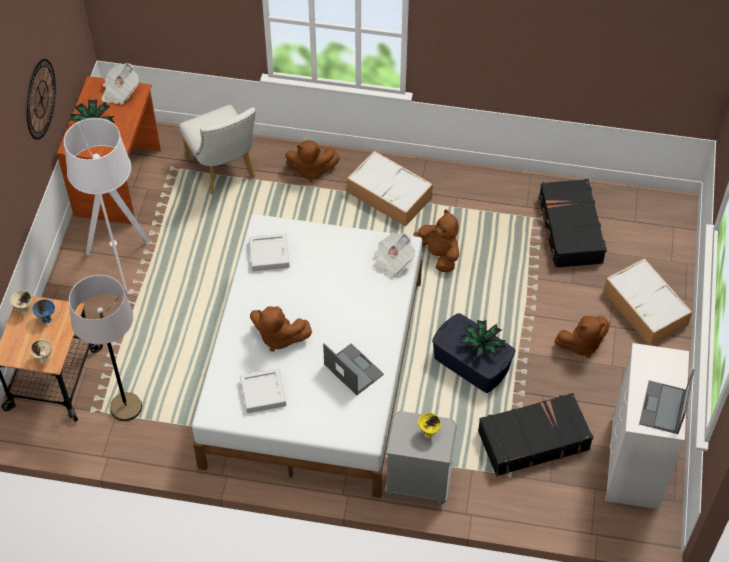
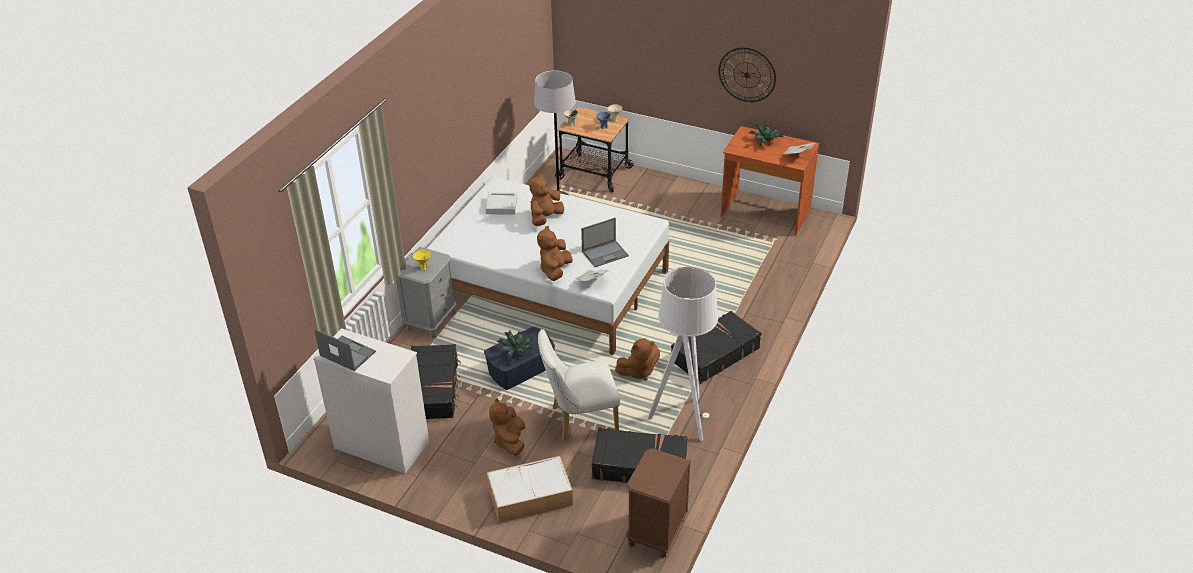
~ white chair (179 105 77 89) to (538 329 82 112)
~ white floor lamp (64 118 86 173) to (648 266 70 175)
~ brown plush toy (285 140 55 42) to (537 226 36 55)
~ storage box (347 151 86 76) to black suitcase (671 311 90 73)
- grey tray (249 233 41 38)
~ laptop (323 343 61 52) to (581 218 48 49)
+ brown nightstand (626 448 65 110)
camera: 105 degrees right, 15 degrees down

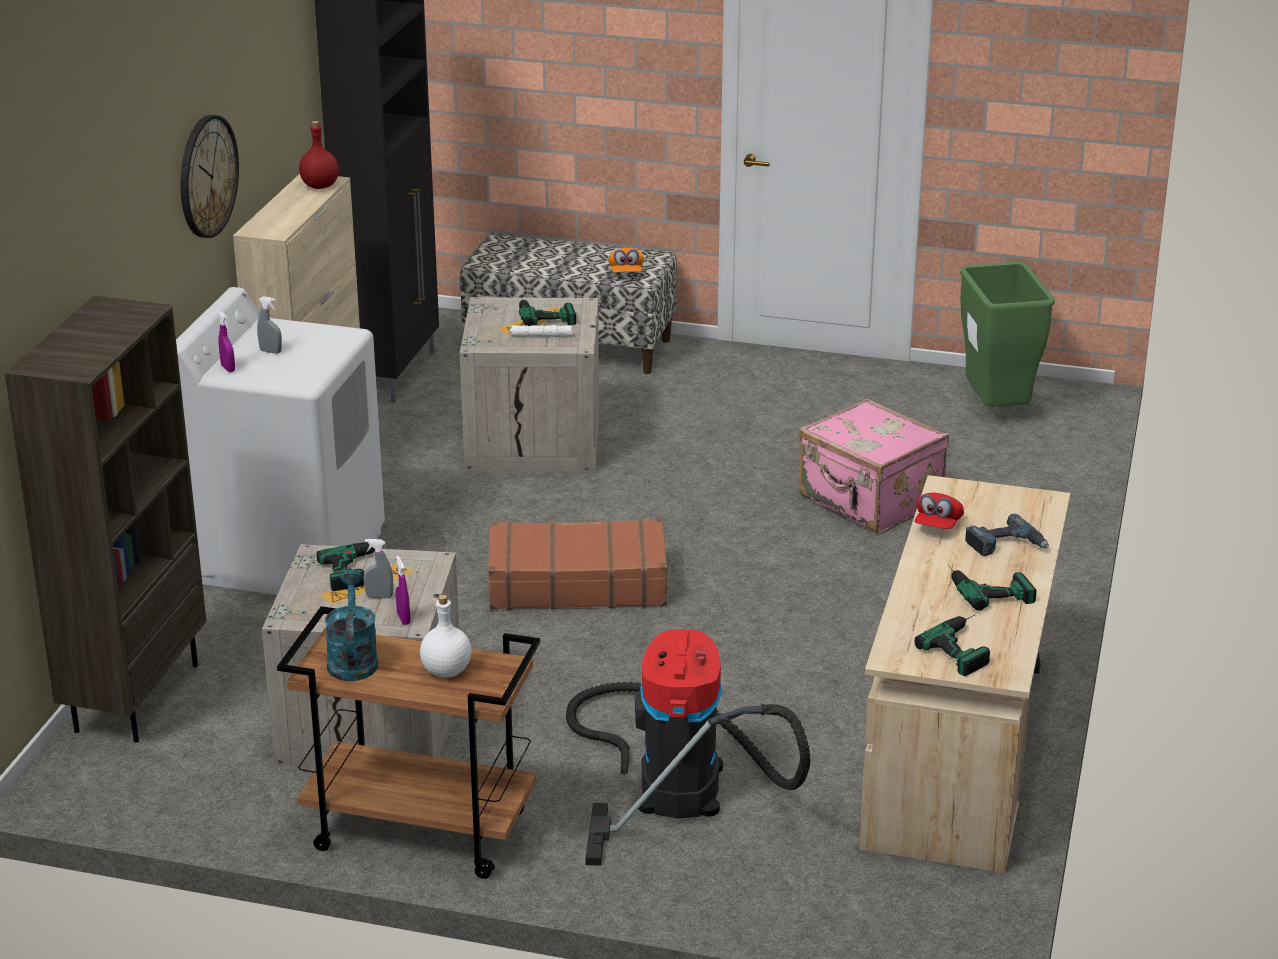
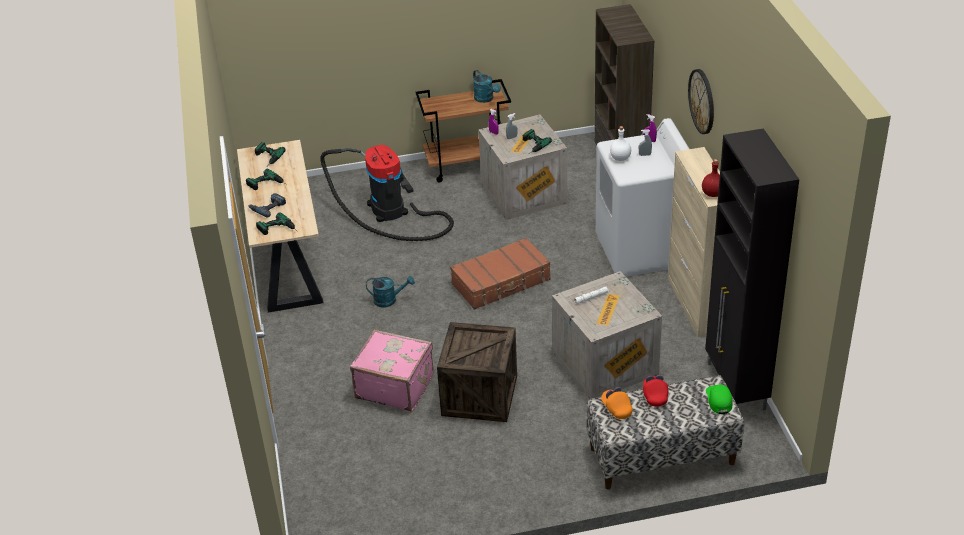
- green trash can (960 262 95 145)
~ power drill (519 297 57 29) to (256 212 41 23)
~ red cap (914 493 50 36) to (643 375 25 32)
~ white bottle (420 595 51 83) to (610 126 21 35)
+ turquoise watering can (366 276 49 31)
+ crate (437 322 80 100)
+ green cap (706 385 26 29)
camera: 155 degrees right, 10 degrees up

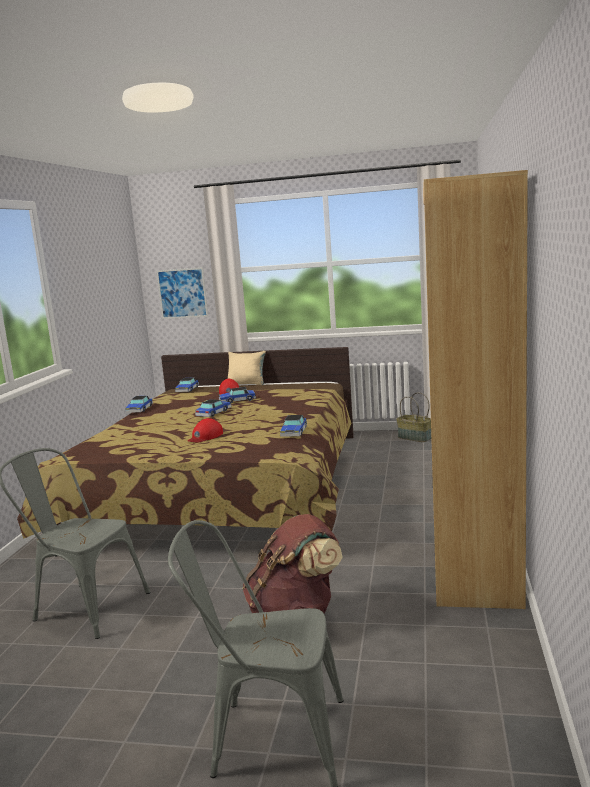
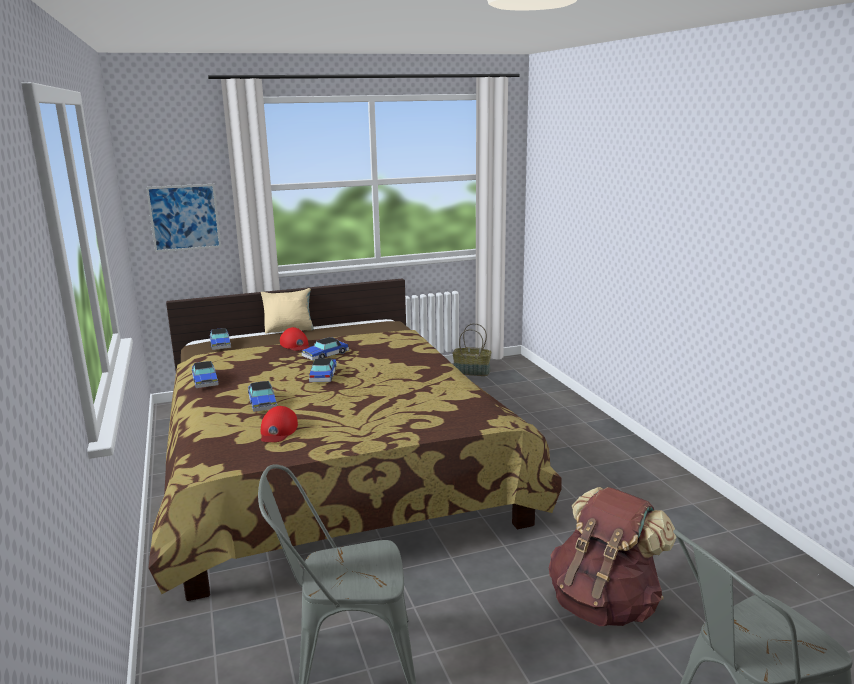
- brown bookcase (423 170 105 439)
~ toy car (280 415 27 22) to (248 381 29 31)
~ red cap (188 418 35 24) to (261 406 37 36)
camera: 30 degrees left, 5 degrees up

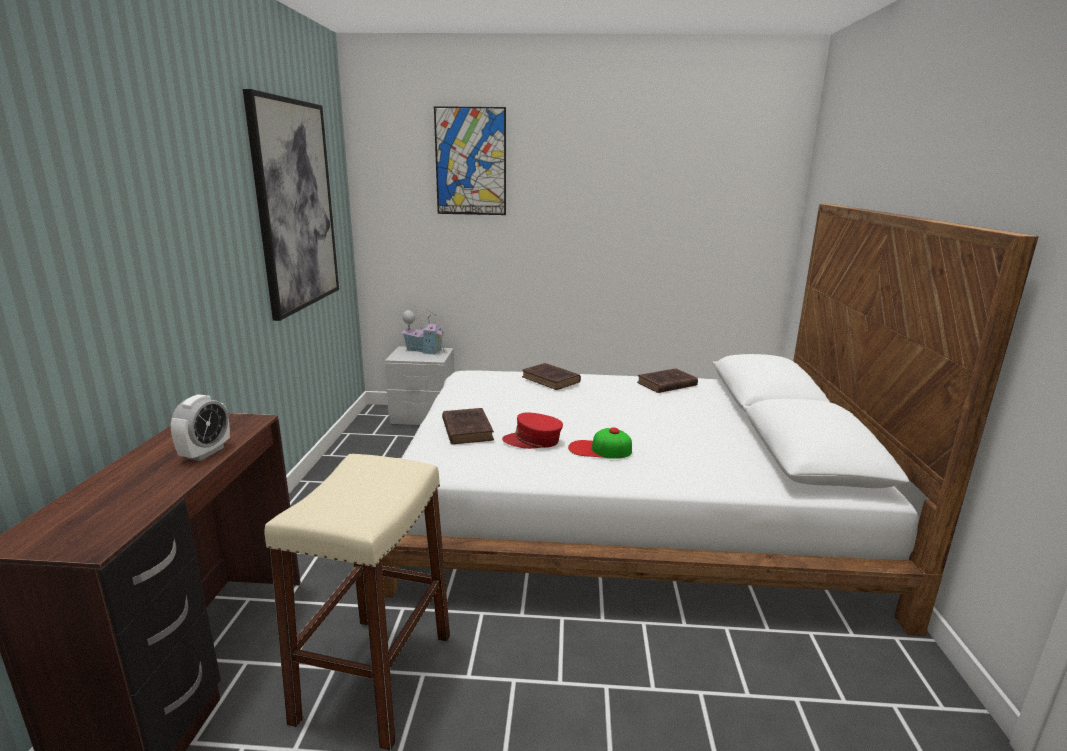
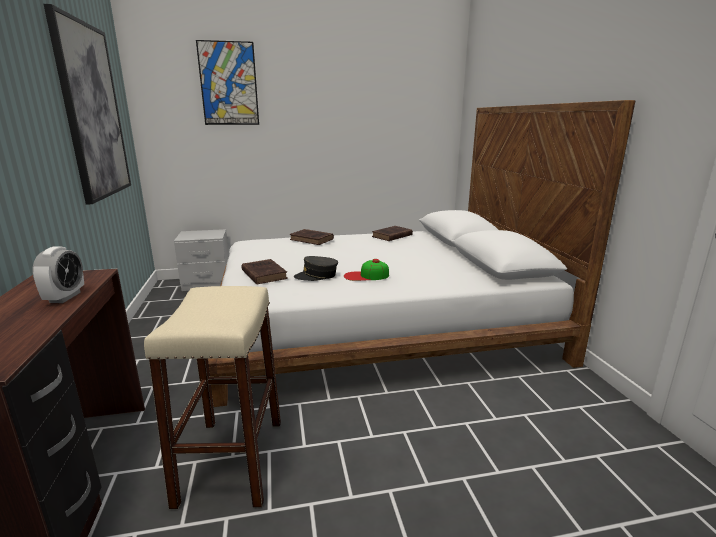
- toy house (401 309 45 46)
~ red cap (502 413 61 36) to grey cap (294 256 44 25)
camera: 15 degrees left, 0 degrees up

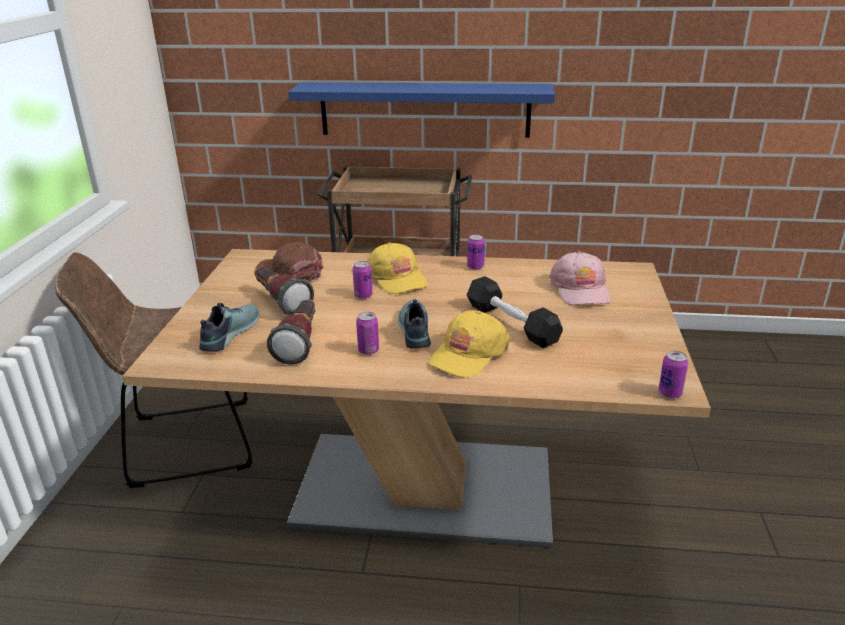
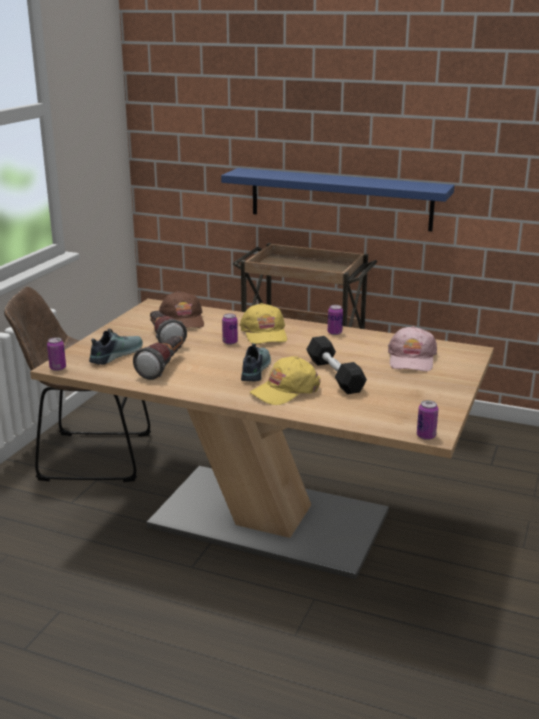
~ brown cap (255 242 68 40) = (159 291 45 37) 150 degrees counterclockwise
~ can (356 312 23 43) to (47 337 19 34)
camera: 15 degrees right, 5 degrees down

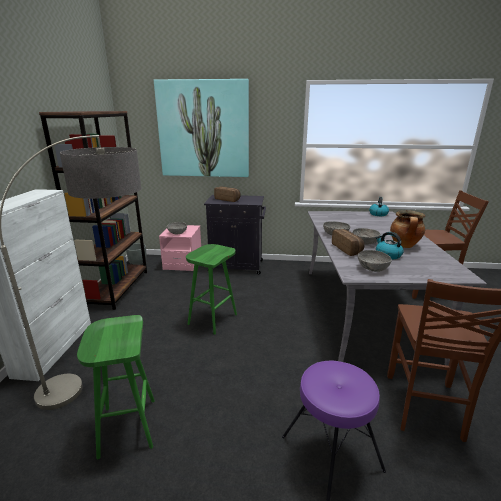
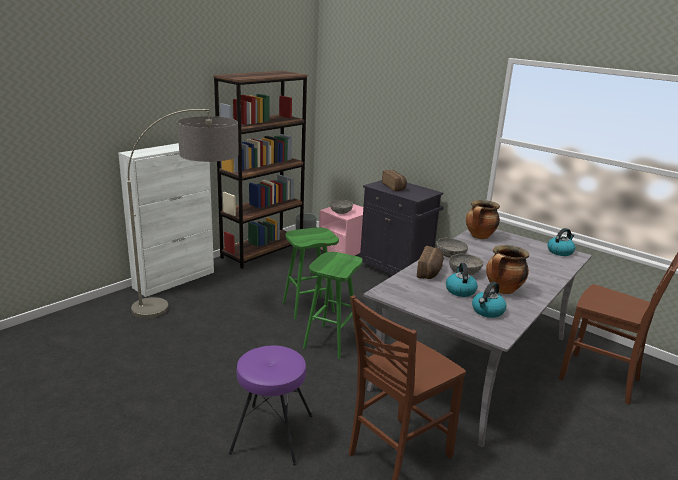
- picture (154 79 95 98)
- grey bowl (358 250 34 22)
~ green stool (77 315 78 144) to (303 252 60 107)
+ cooking pot (466 200 34 39)
+ kettle (472 282 35 36)
camera: 35 degrees right, 0 degrees up

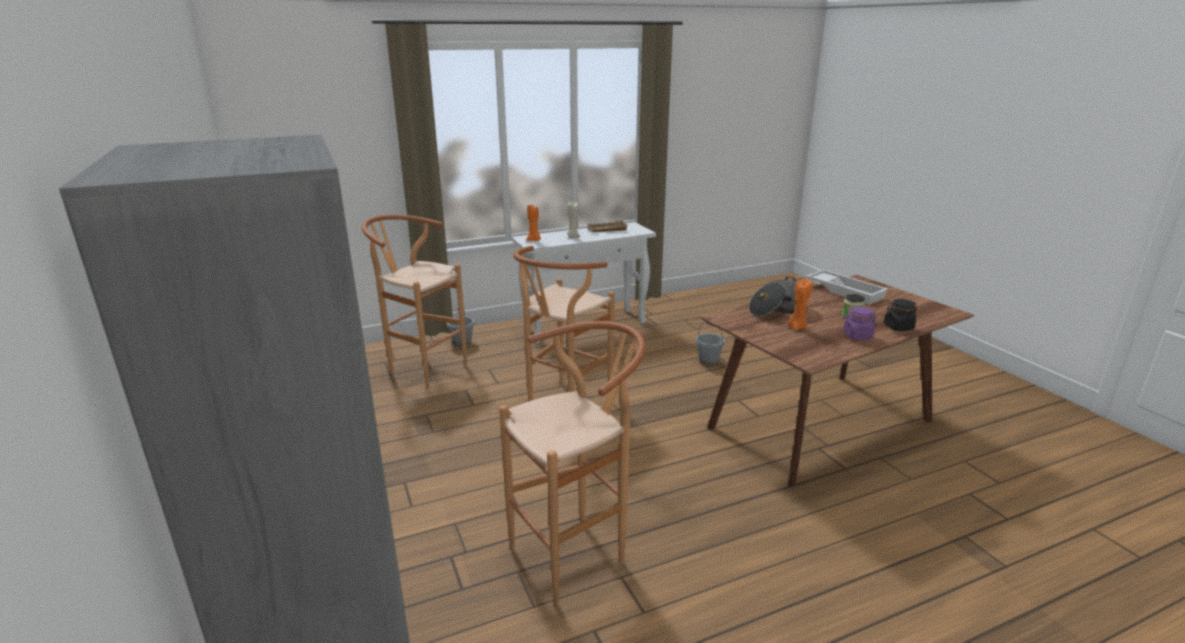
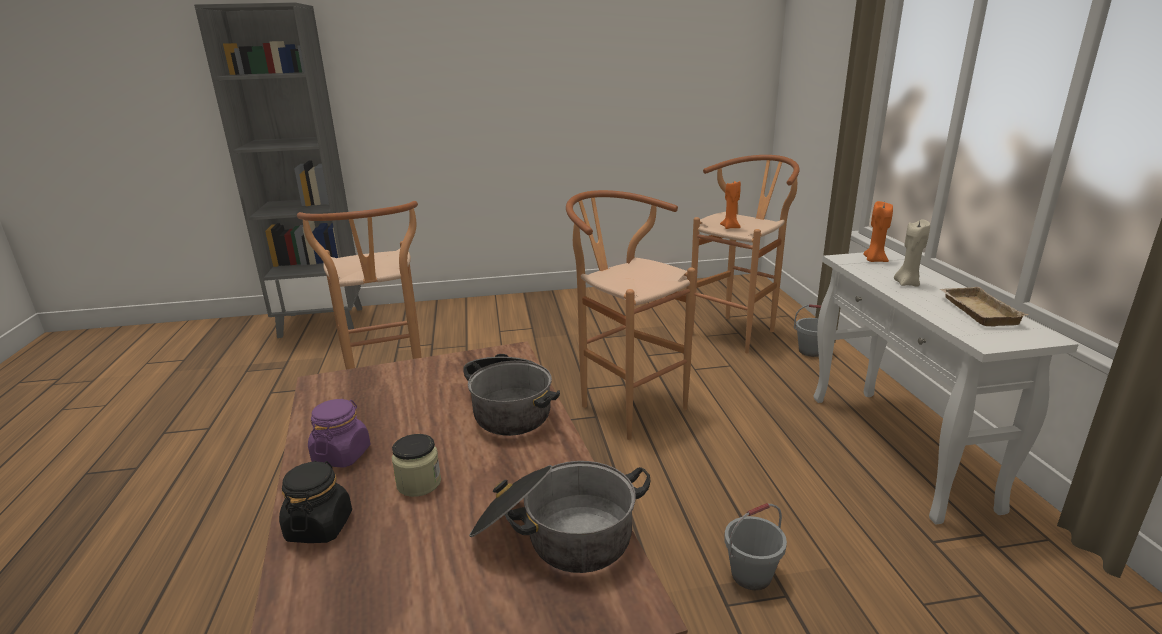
~ white tray (806 270 82 35) to cooking pot (469 461 181 112)
~ orange candle (788 278 24 52) to (720 179 21 50)
camera: 105 degrees right, 0 degrees up

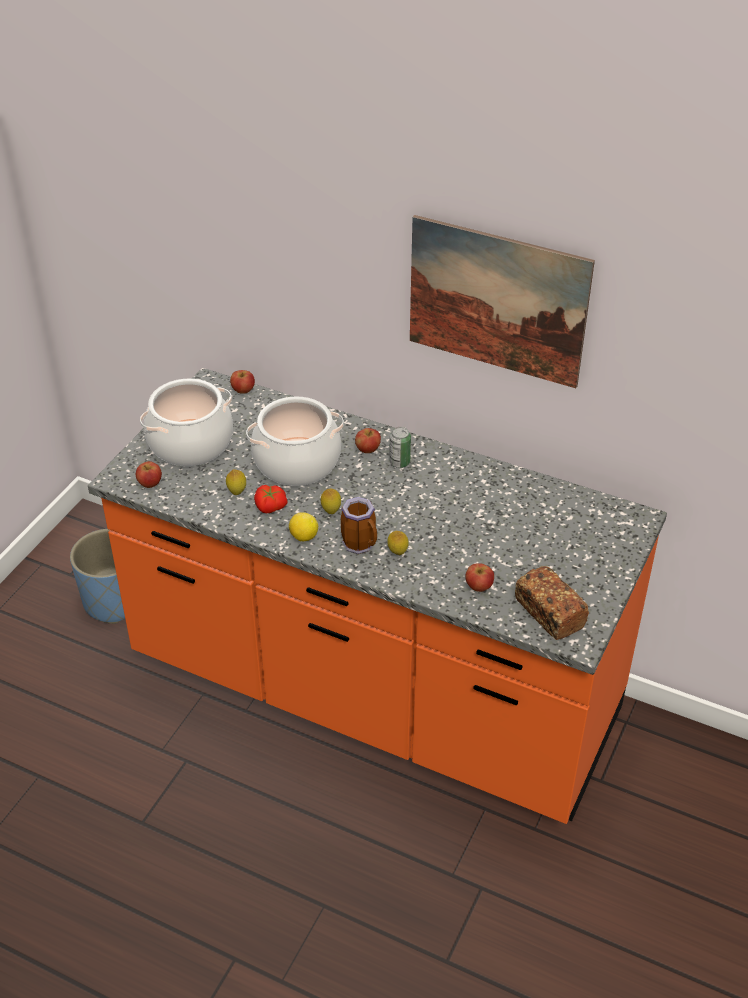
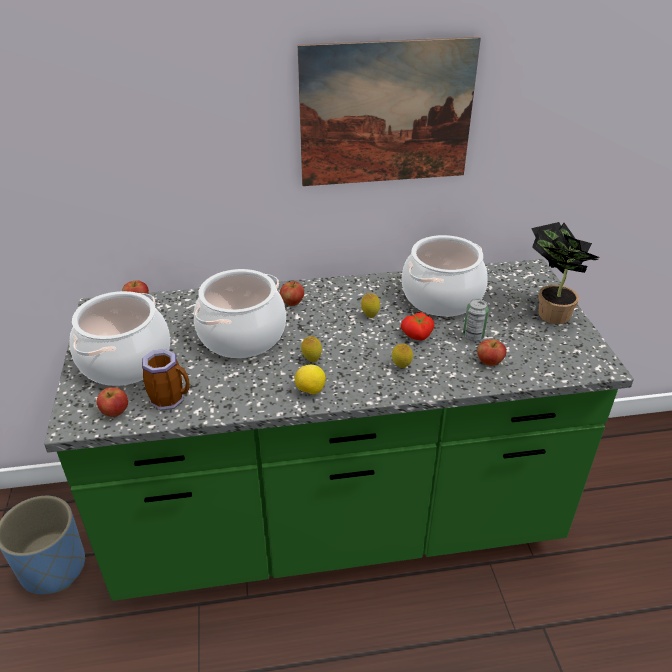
~ orange counter (88 368 579 456) to green counter (44 259 590 342)
~ can (389 427 22 41) to (463 299 26 42)
~ lemon (226 469 20 26) to (361 293 19 25)
~ tomato (254 485 34 28) to (401 312 33 29)
~ mug (341 497 36 57) to (142 349 48 62)
- bread (515 566 74 74)
+ potted plant (531 222 69 102)
+ cooking pot (402 235 85 82)
camera: 35 degrees left, 5 degrees down

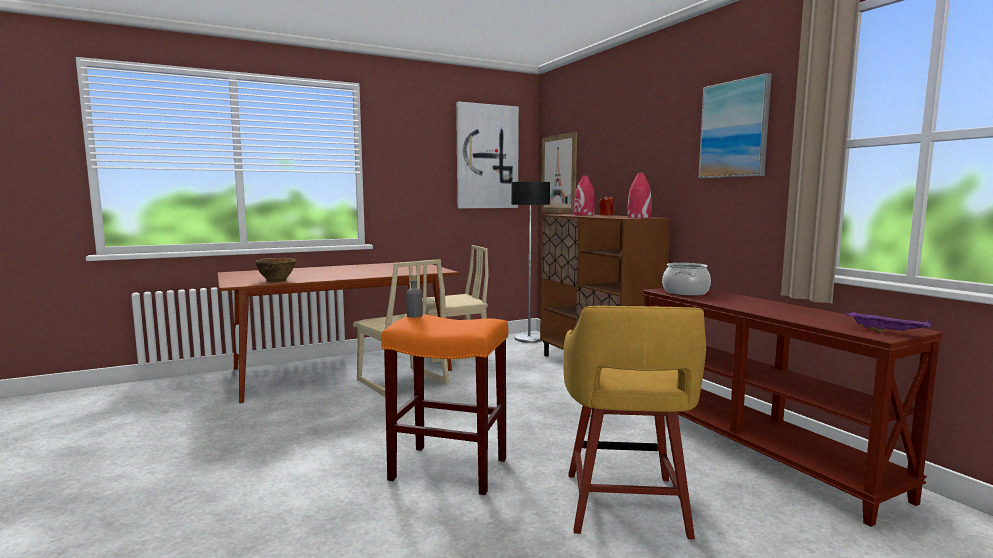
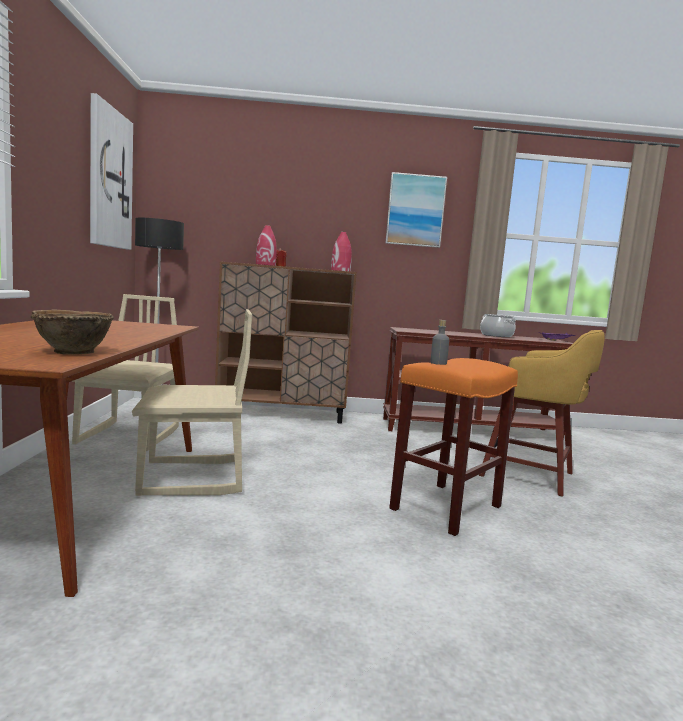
- picture (541 132 36 82)
~ cooking pot (662 263 49 33) to (480 314 36 23)
camera: 65 degrees left, 0 degrees up

